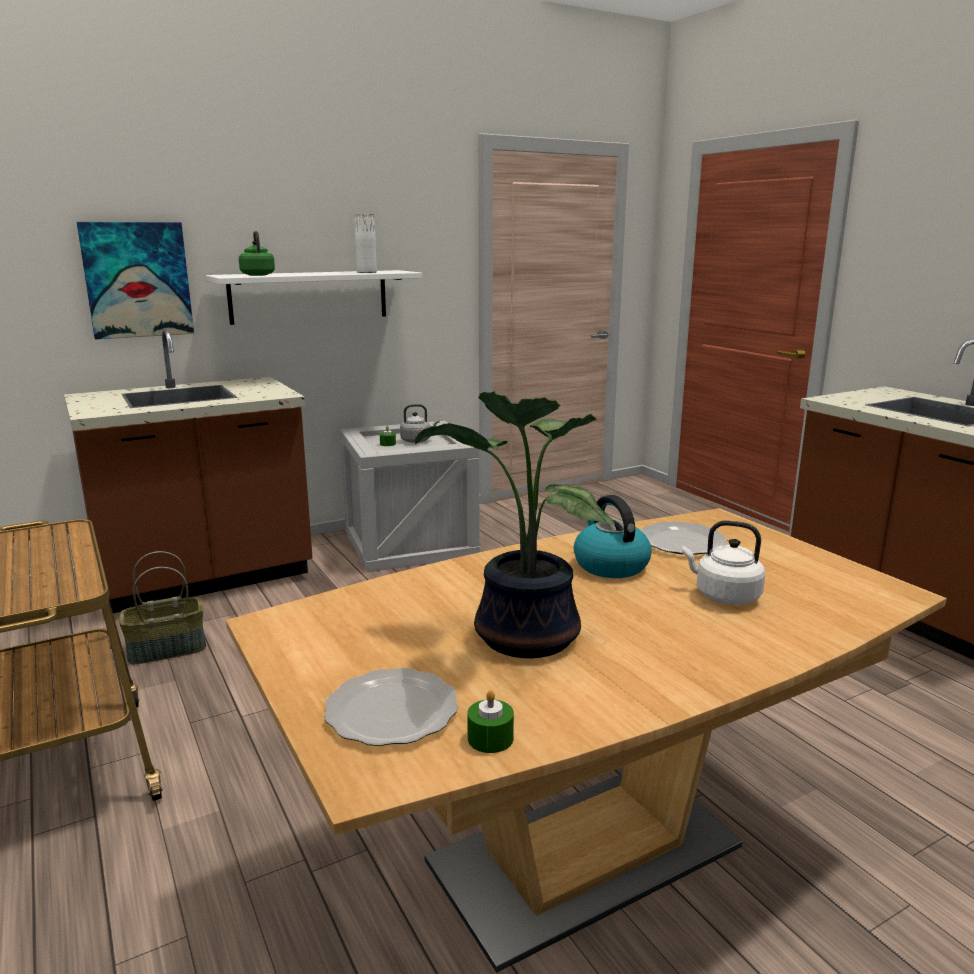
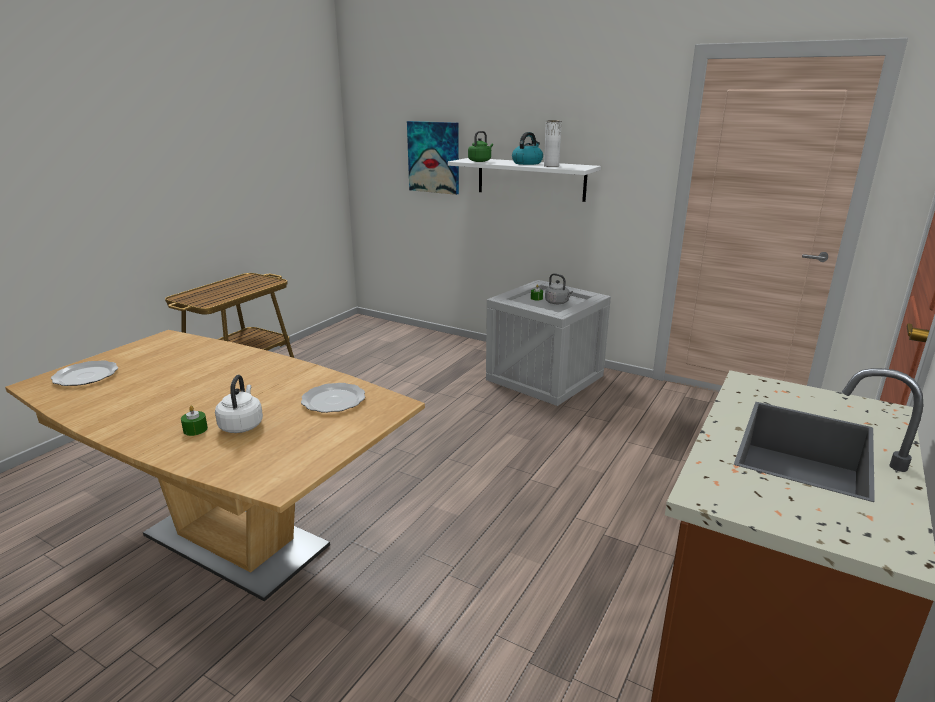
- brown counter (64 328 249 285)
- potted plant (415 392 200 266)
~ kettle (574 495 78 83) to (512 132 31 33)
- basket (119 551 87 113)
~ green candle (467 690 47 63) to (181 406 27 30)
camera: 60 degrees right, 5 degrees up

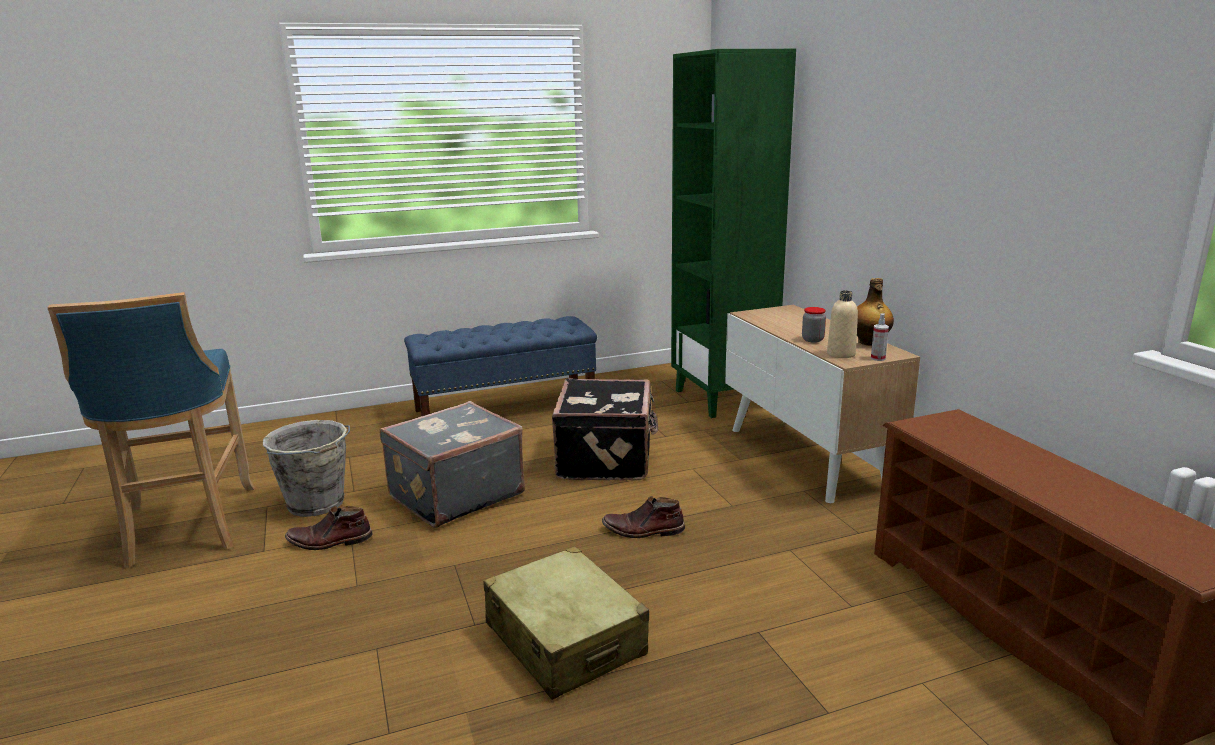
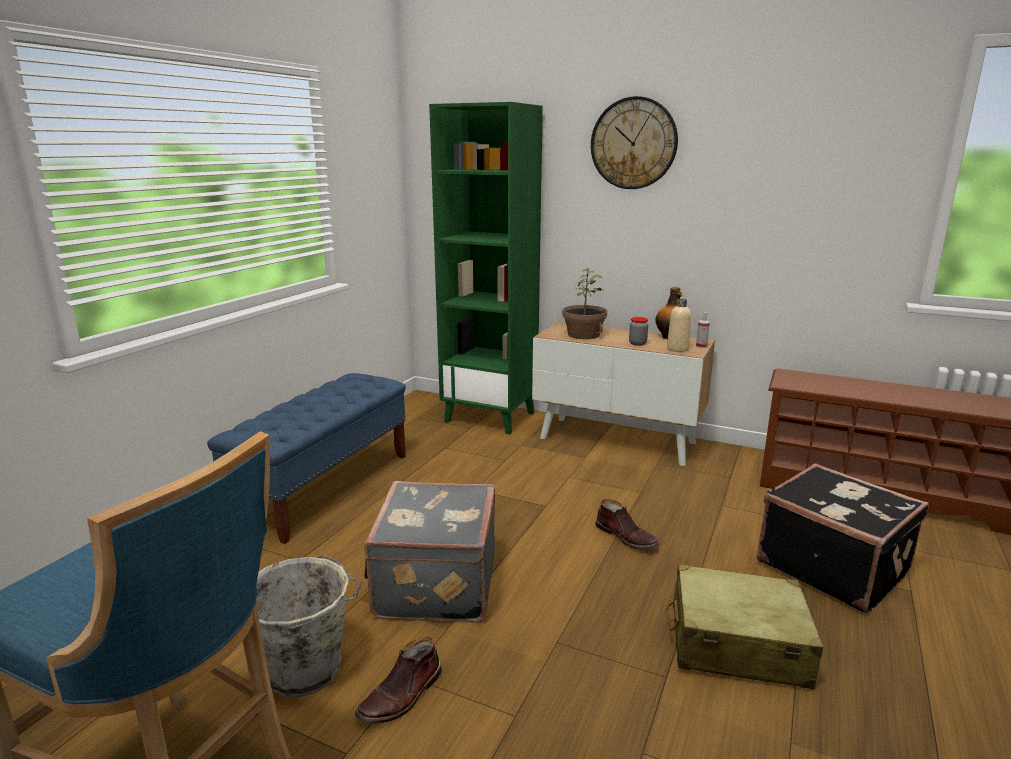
~ black suitcase (552 378 106 102) to (757 463 172 151)
~ brown boot (602 496 83 42) = (595 499 64 51) 90 degrees counterclockwise
+ wall clock (591 96 87 93)
+ potted plant (562 268 45 71)
camera: 45 degrees left, 0 degrees up

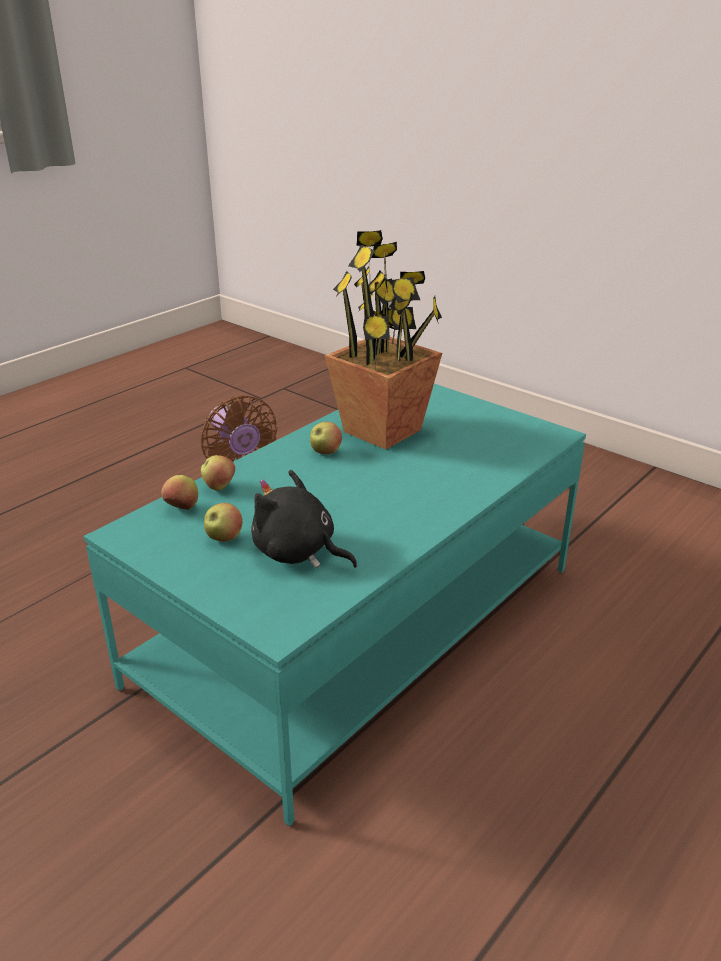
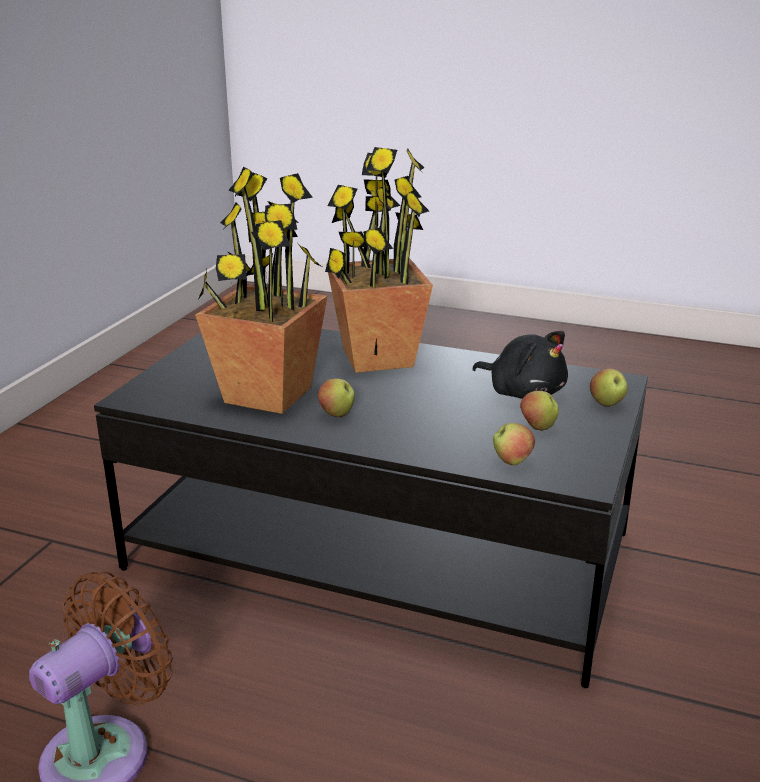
~ turquoise coffee table (84 384 502 442) to black coffee table (94 329 554 359)
~ apple (201 455 34 36) to (590 368 38 39)
~ black plush toy (251 470 106 98) = (472 331 96 68) 60 degrees counterclockwise
+ potted plant (325 147 108 226)
camera: 110 degrees left, 5 degrees down

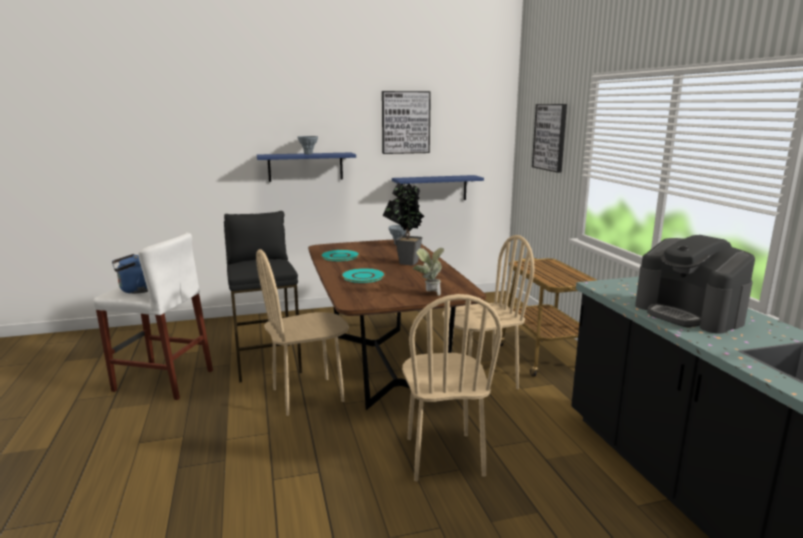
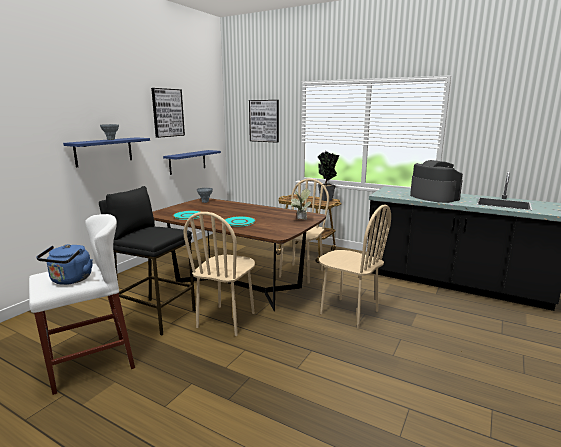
~ potted plant (382 182 42 84) to (318 151 22 50)
~ coffee machine (635 235 120 99) = (410 160 53 43) 135 degrees counterclockwise
camera: 45 degrees left, 0 degrees up

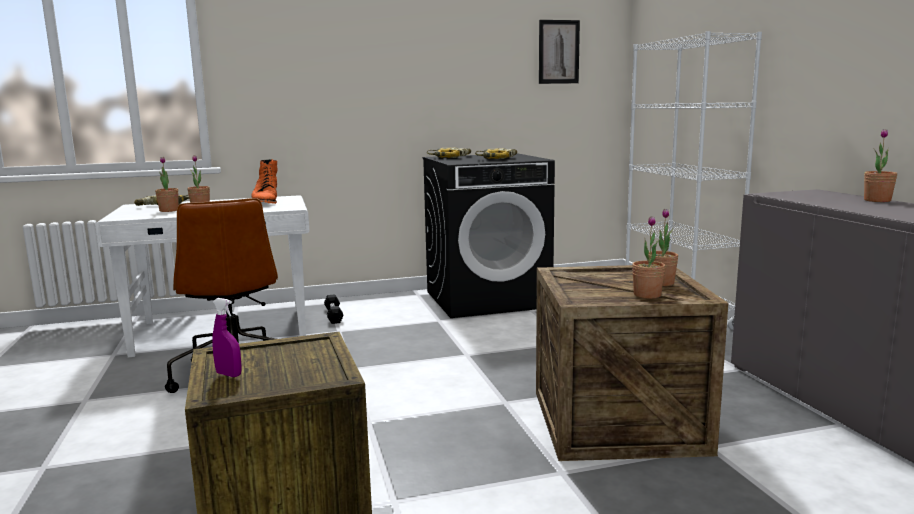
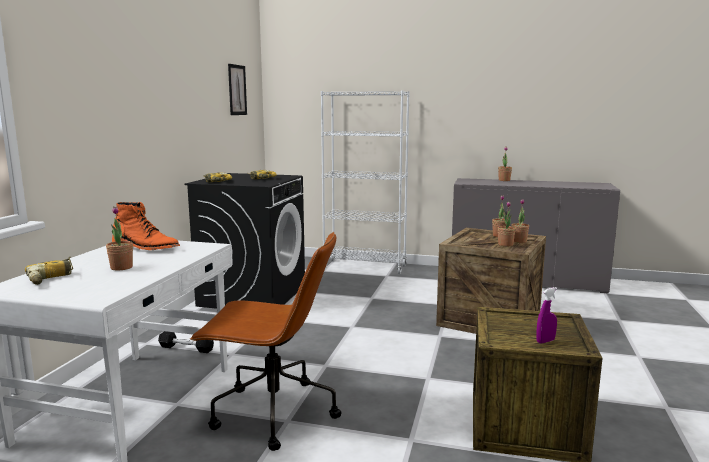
~ potted plant (155 157 24 55) to (498 201 18 45)
camera: 60 degrees left, 0 degrees up

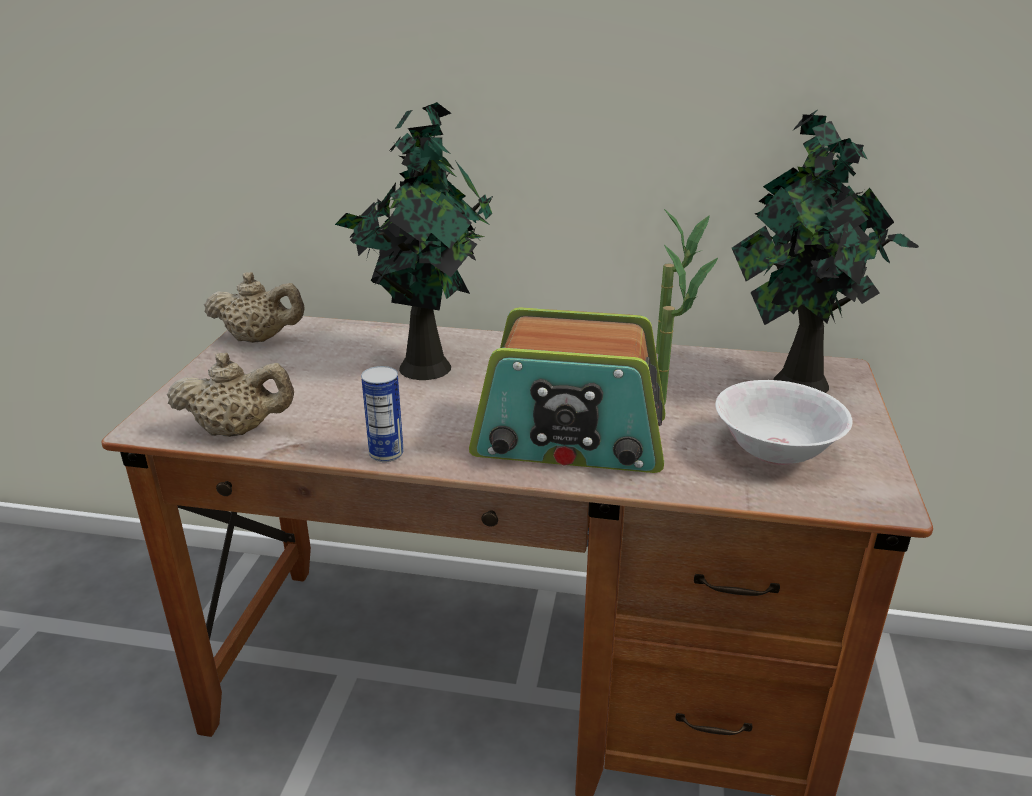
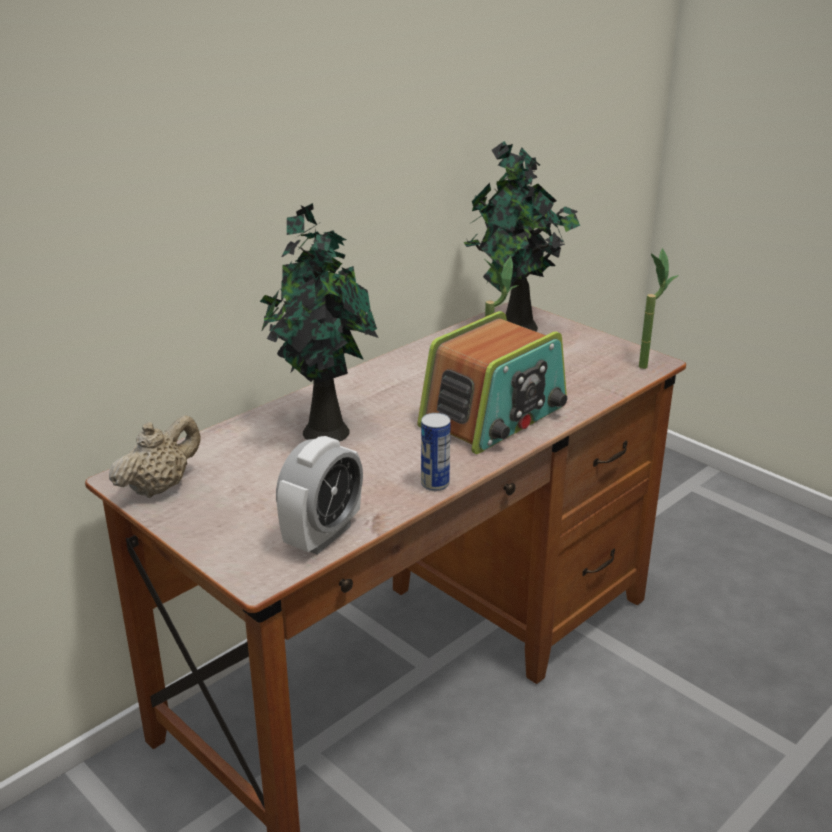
~ potted plant (656 209 54 145) to (639 248 40 121)
~ beige teapot (167 352 127 85) to alarm clock (276 436 87 119)
- white bowl (715 380 138 85)
camera: 55 degrees left, 0 degrees up

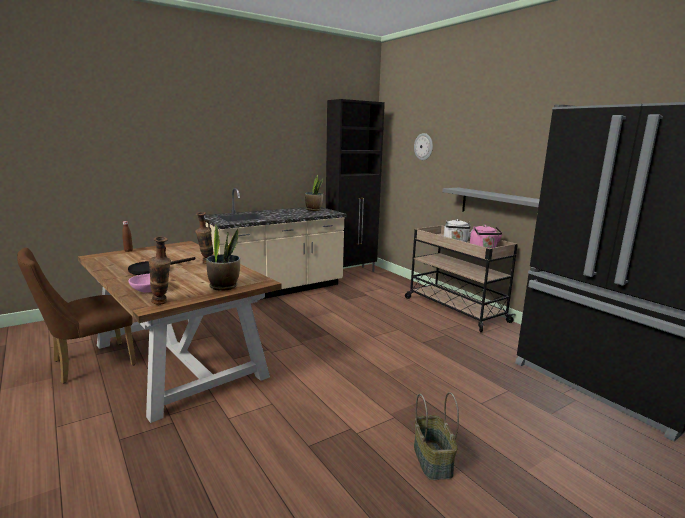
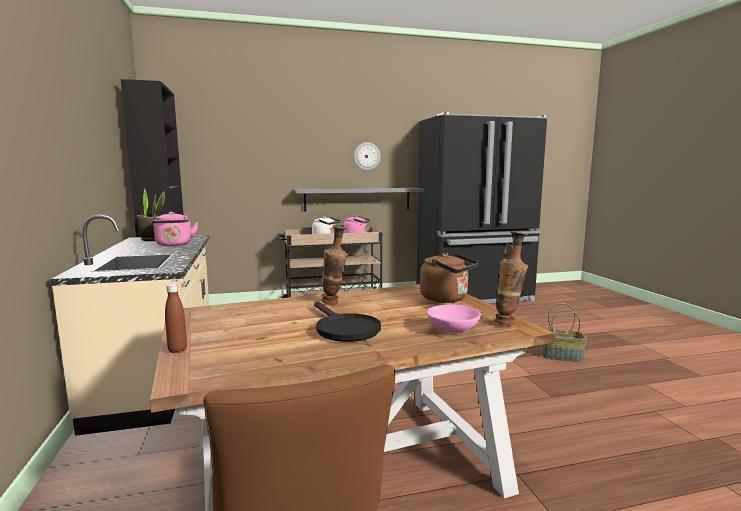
~ wall clock (414 133 19 27) to (354 142 27 29)
~ potted plant (206 224 34 67) to brown kettle (420 253 58 50)
+ pink kettle (152 212 46 34)
camera: 70 degrees left, 5 degrees down

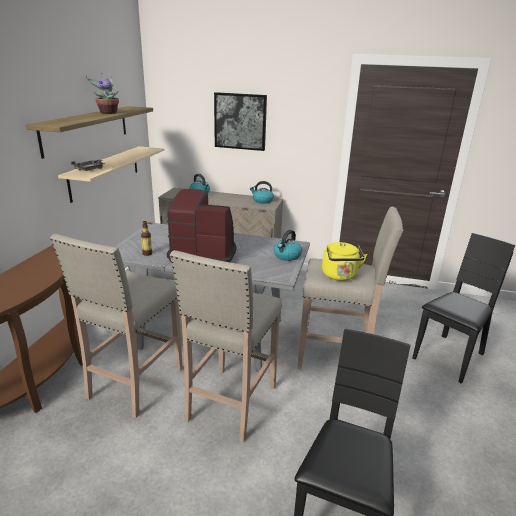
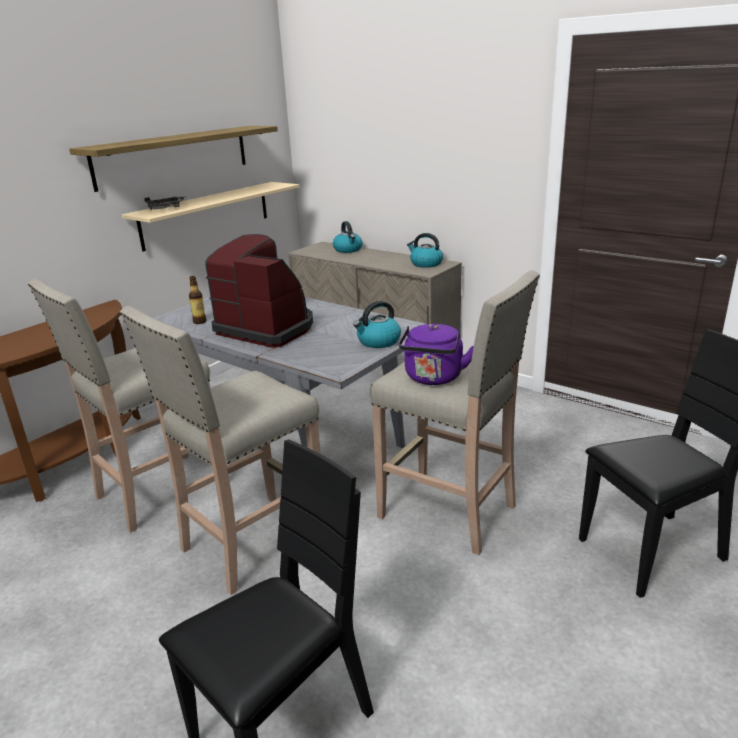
- potted plant (86 73 33 41)
- picture (214 92 53 59)
~ yellow kettle (322 242 45 39) to purple kettle (399 324 75 61)
camera: 25 degrees right, 0 degrees up

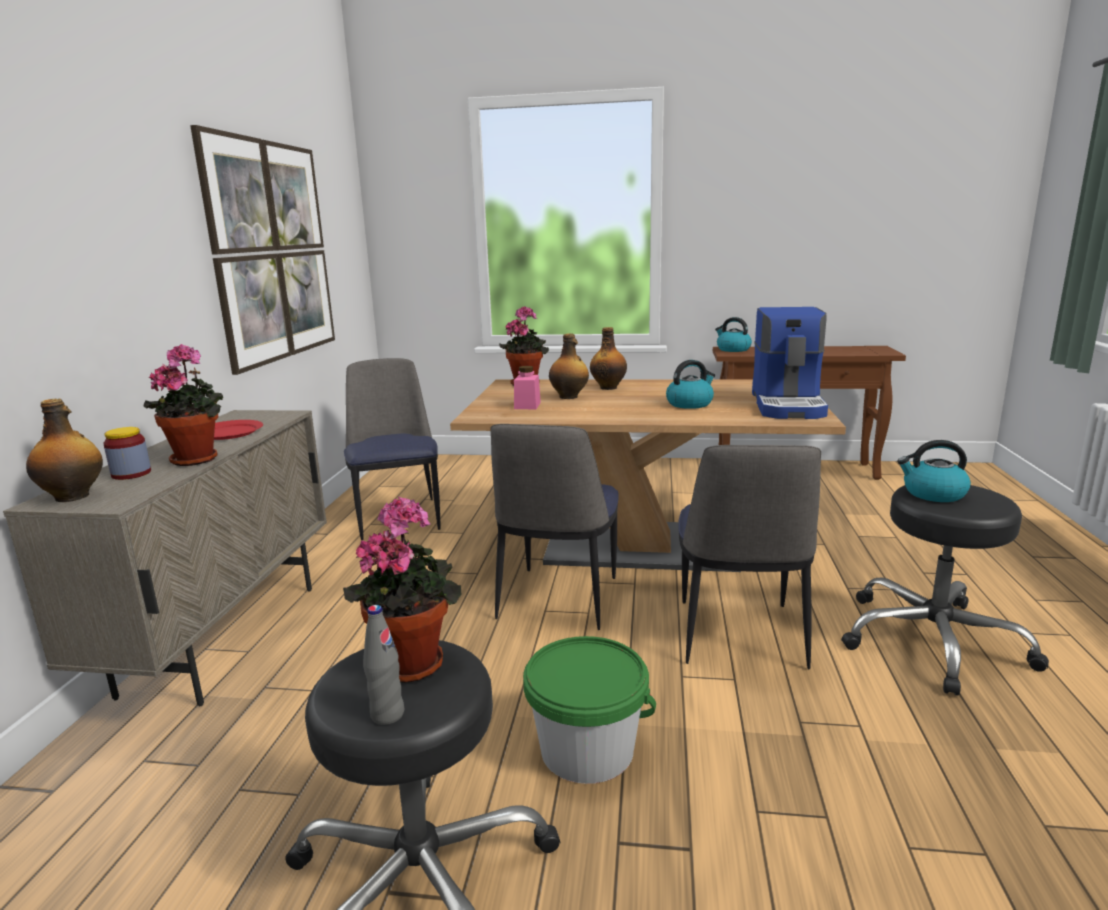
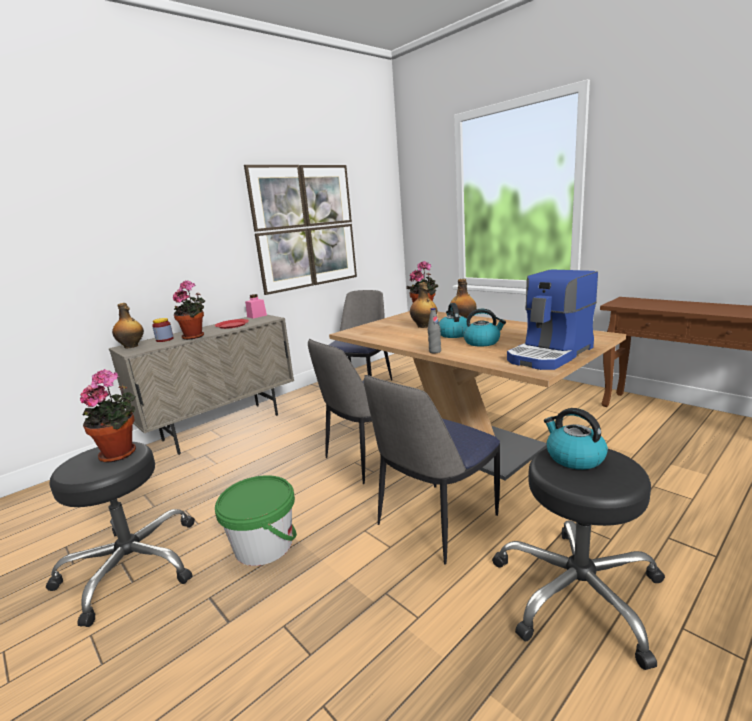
~ kettle (715 317 37 35) to (439 303 28 35)
~ pink jar (514 366 27 43) to (245 294 22 25)
~ grey bottle (363 605 41 120) to (428 308 13 45)
camera: 40 degrees right, 0 degrees up

